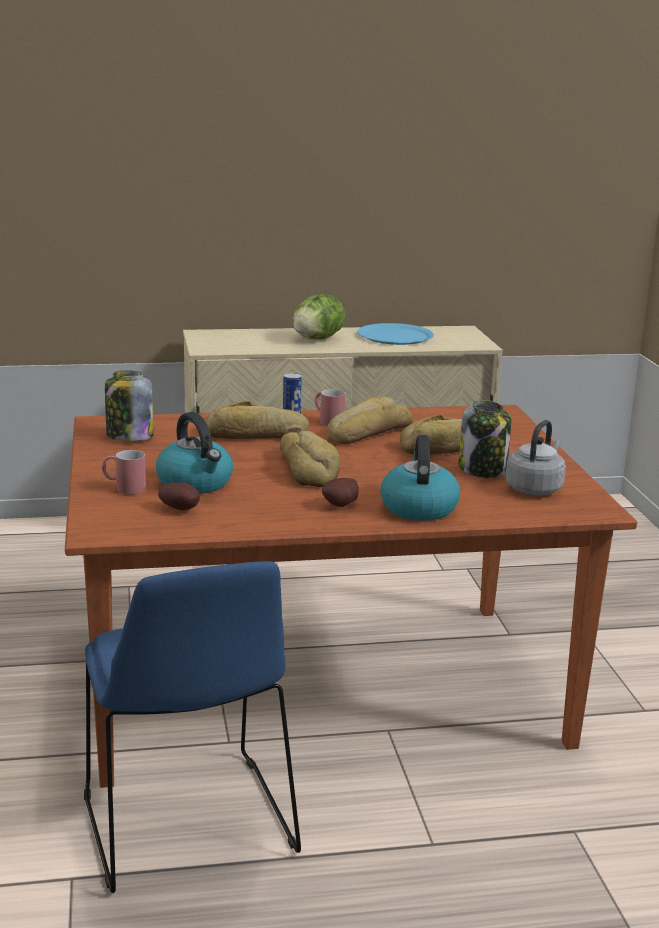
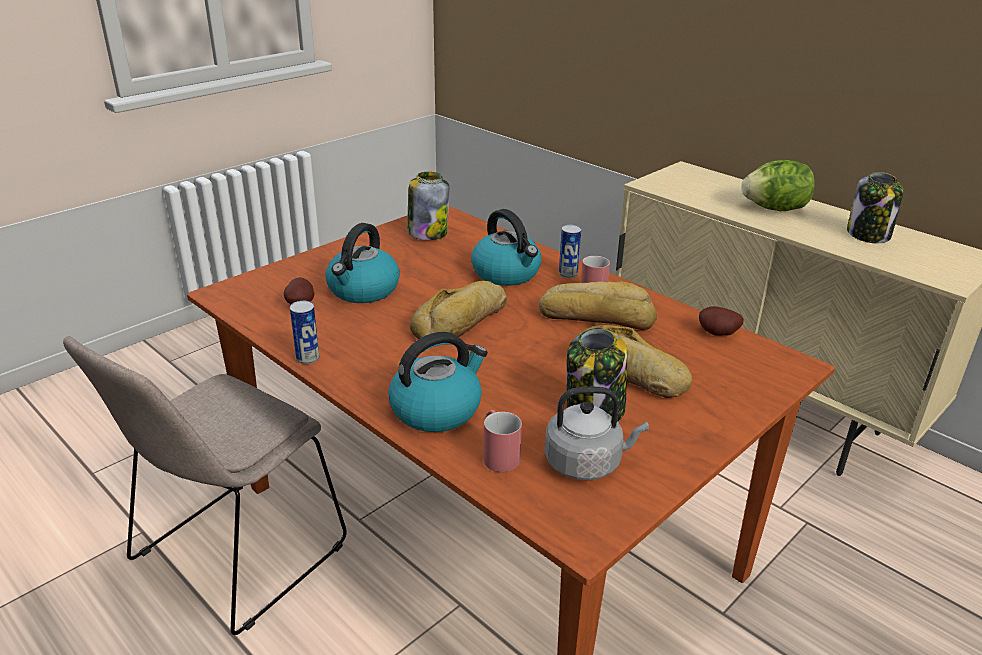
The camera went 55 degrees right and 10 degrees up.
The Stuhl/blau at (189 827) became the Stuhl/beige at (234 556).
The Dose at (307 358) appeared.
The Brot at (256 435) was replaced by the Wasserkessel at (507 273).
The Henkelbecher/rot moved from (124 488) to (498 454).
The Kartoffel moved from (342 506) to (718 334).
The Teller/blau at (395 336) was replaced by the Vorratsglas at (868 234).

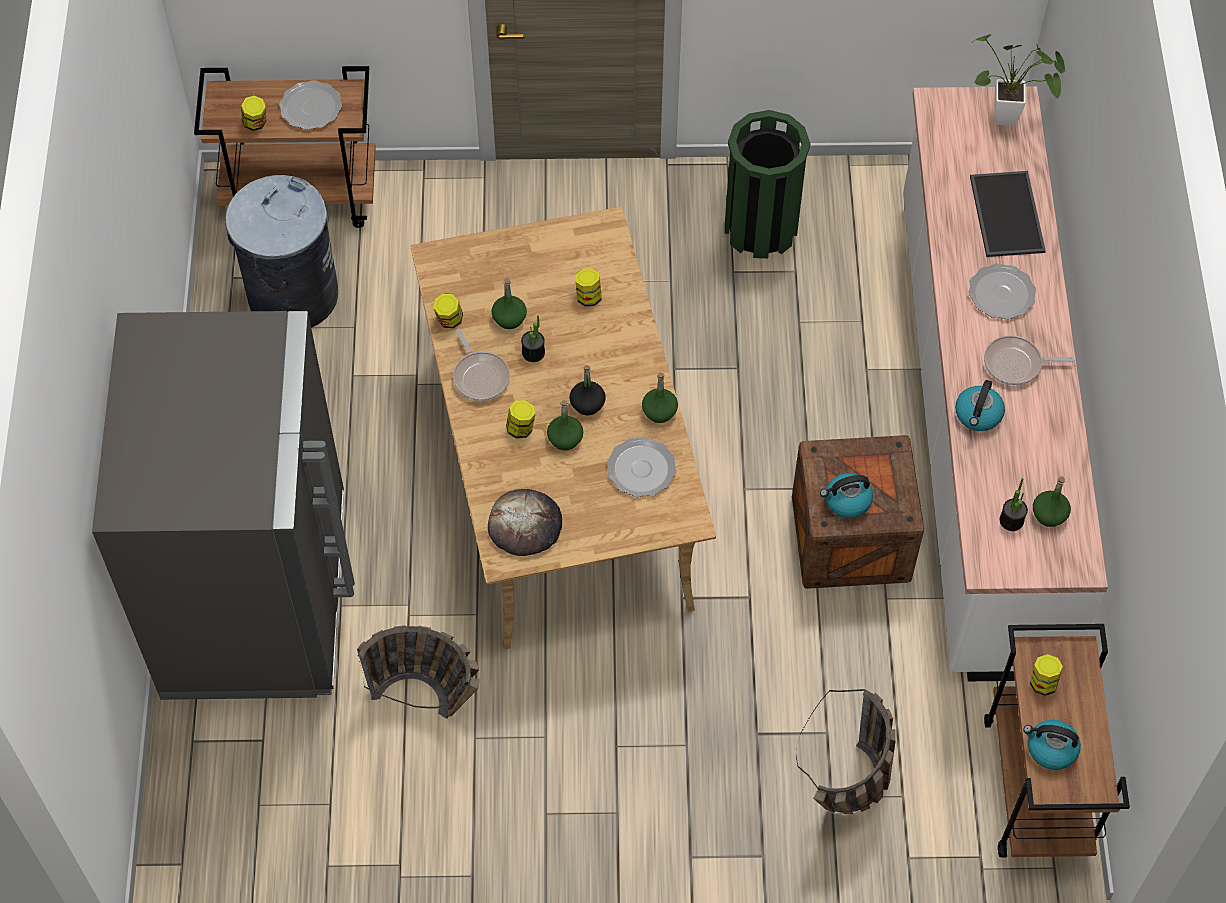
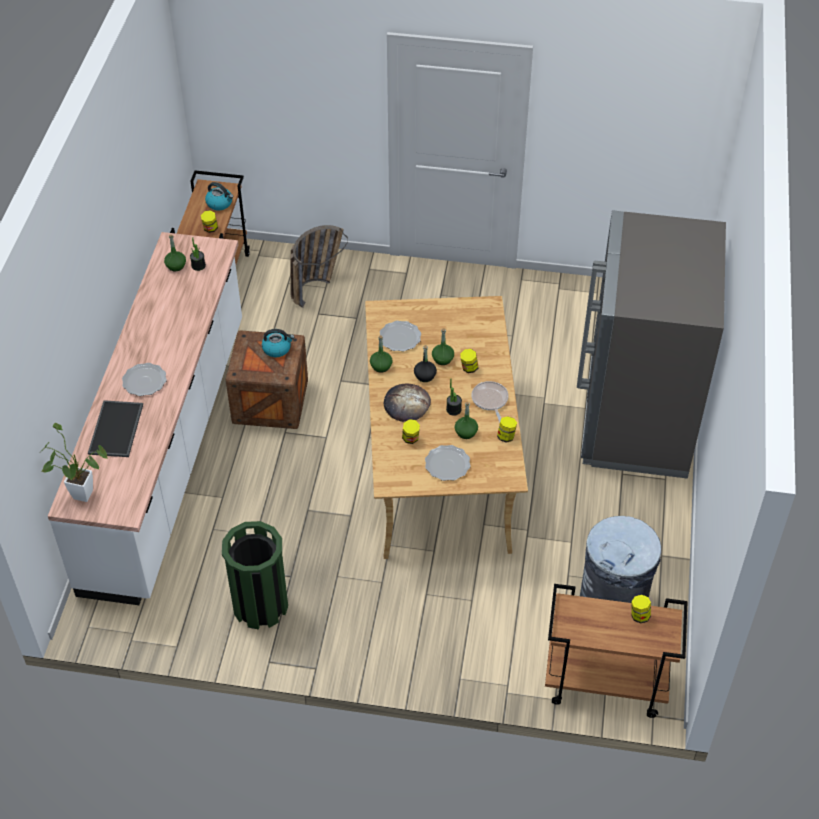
The camera went 170 degrees left and 10 degrees down.
The Brot moved from (525 525) to (406 404).
The Teller moved from (311 108) to (447 464).
The Korb at (430 701) disappeared.
The Wasserkessel at (978 415) disappeared.
The Pfanne at (1016 364) disappeared.

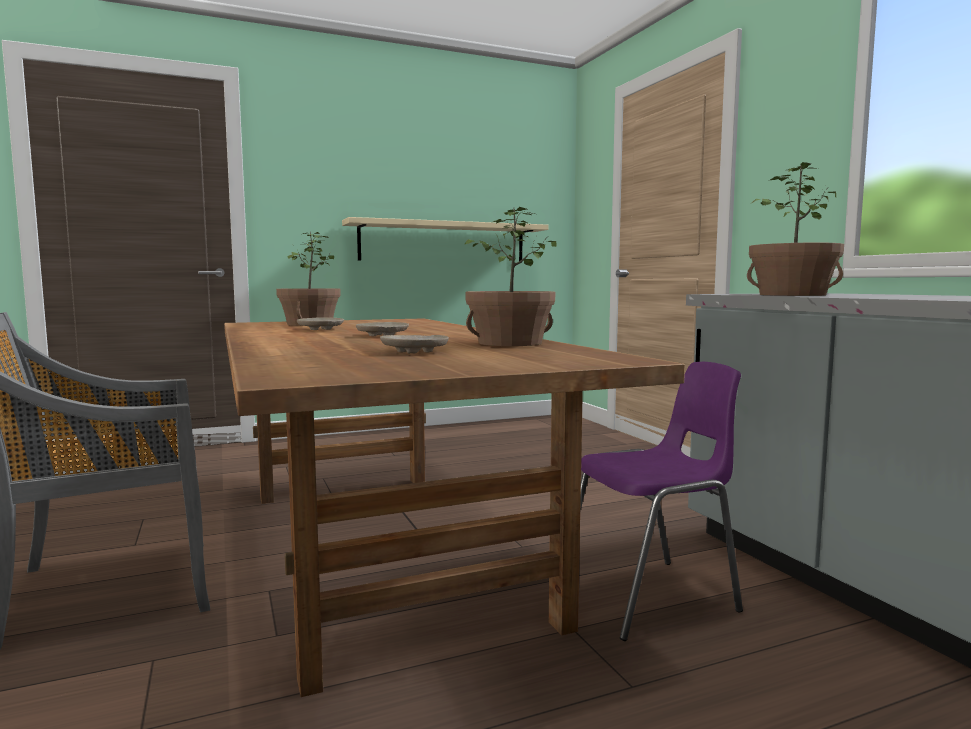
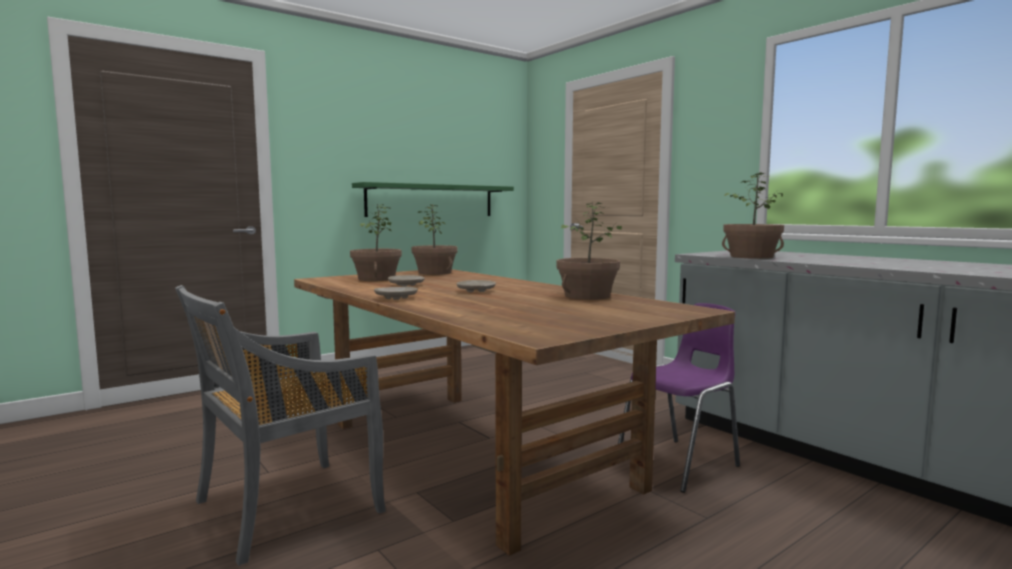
The camera went 15 degrees left and 0 degrees up.
The Wandregal/beige at (443 242) became the Wandregal/grün at (431 200).
The Teller/beige moved from (415 351) to (396 298).
The Topfpflanze at (435 273) appeared.

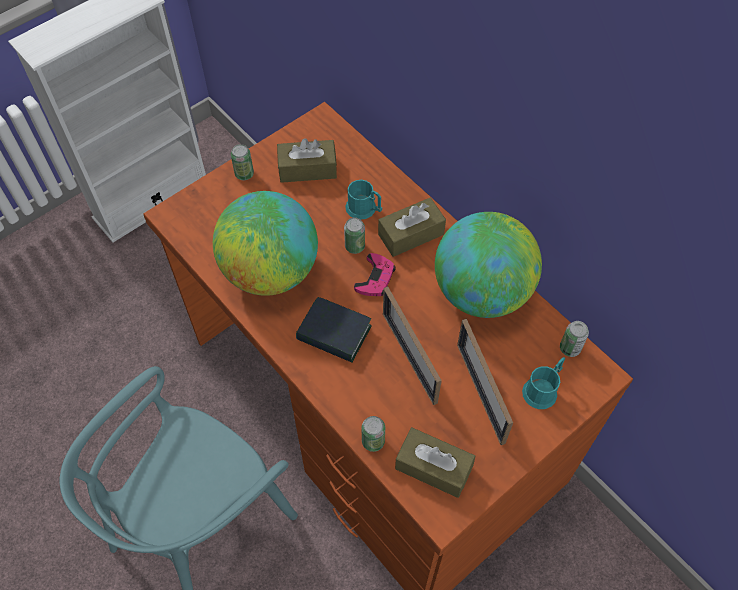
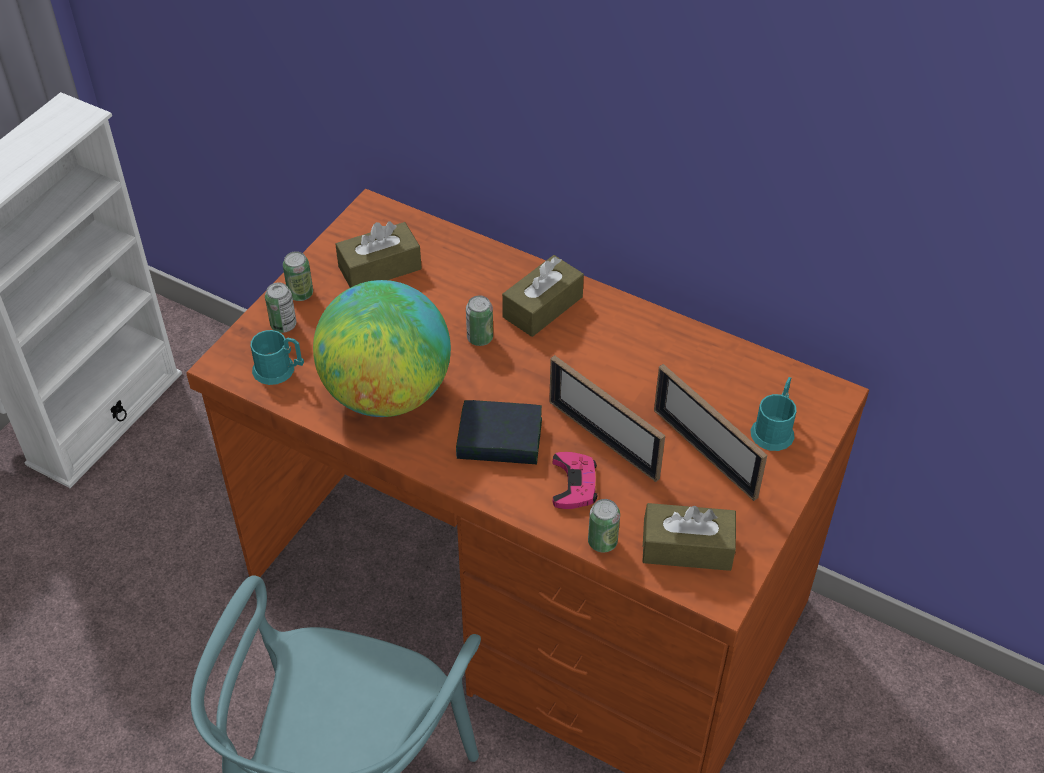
The camera went 20 degrees left and 10 degrees down.
The Henkelbecher/türkis moved from (364 209) to (279 370).
The Dose moved from (570 348) to (283 325).
The Gamepad/rosa moved from (375 278) to (574 484).
The Globus at (481 292) disappeared.

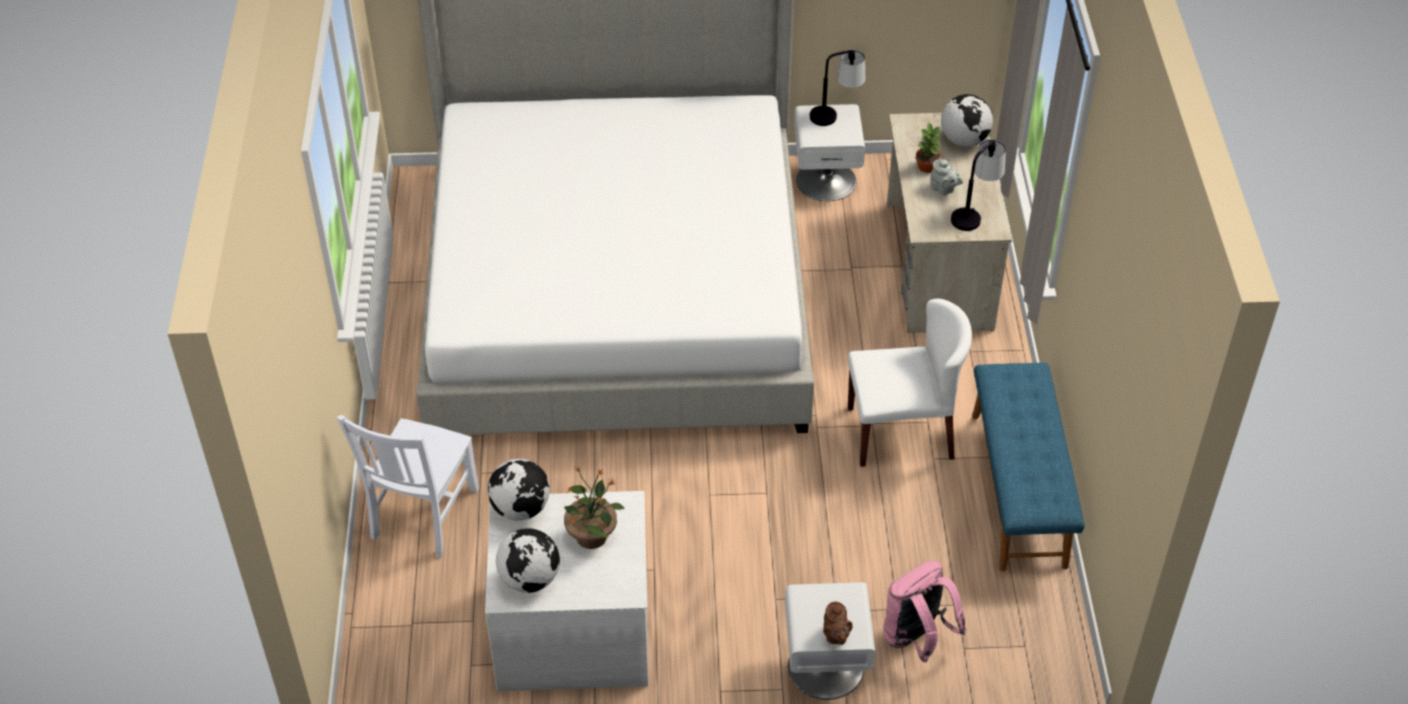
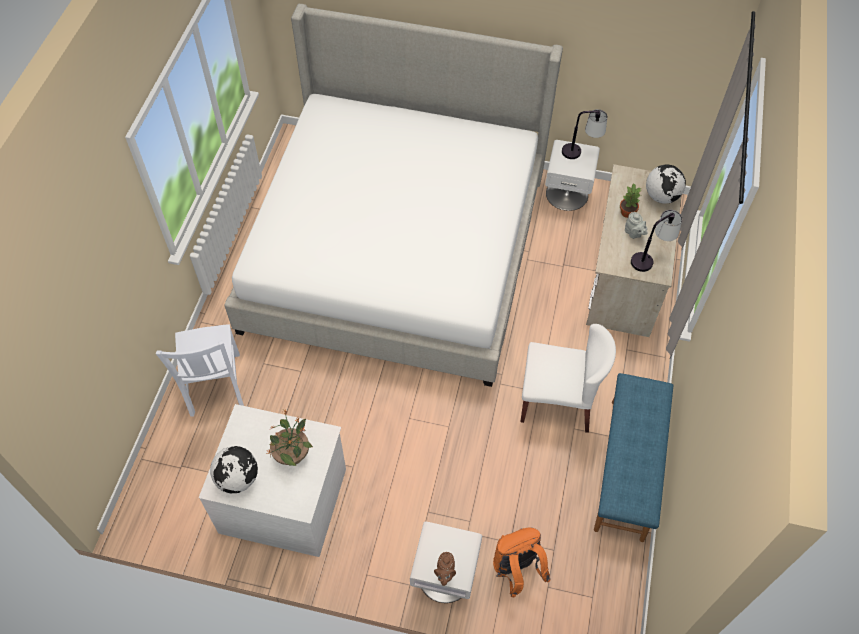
The camera went 15 degrees right and 10 degrees up.
The Stuhl/weiß at (422 516) turned 45 degrees counterclockwise.
The Rucksack/rosa at (916 639) became the Rucksack/orange at (516 570).
The Globus at (521 508) disappeared.

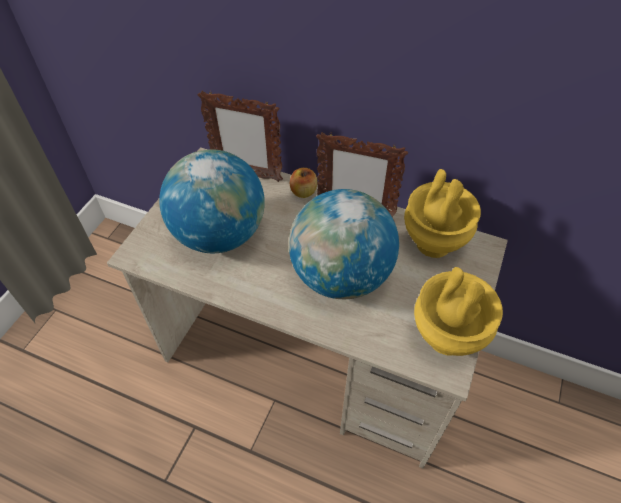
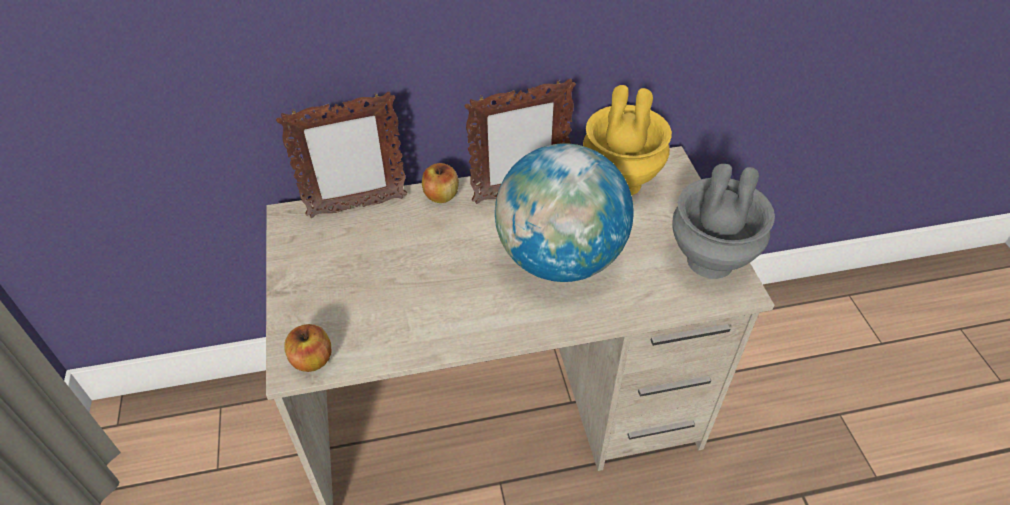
The camera went 35 degrees left and 5 degrees down.
The Apfel at (312 360) appeared.
The Vase/gelb at (445 337) became the Vase/grau at (708 261).
The Globus at (219 234) disappeared.

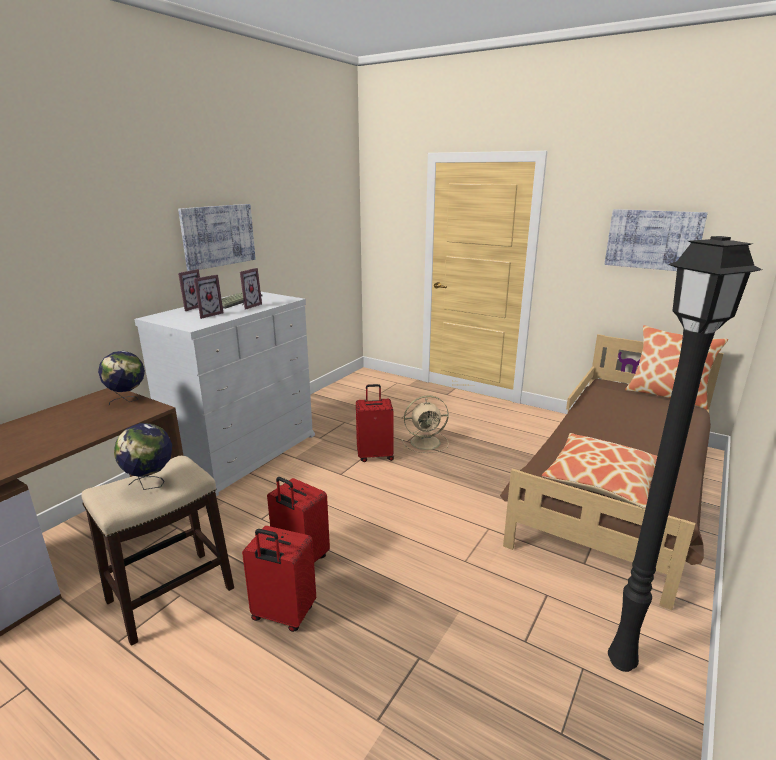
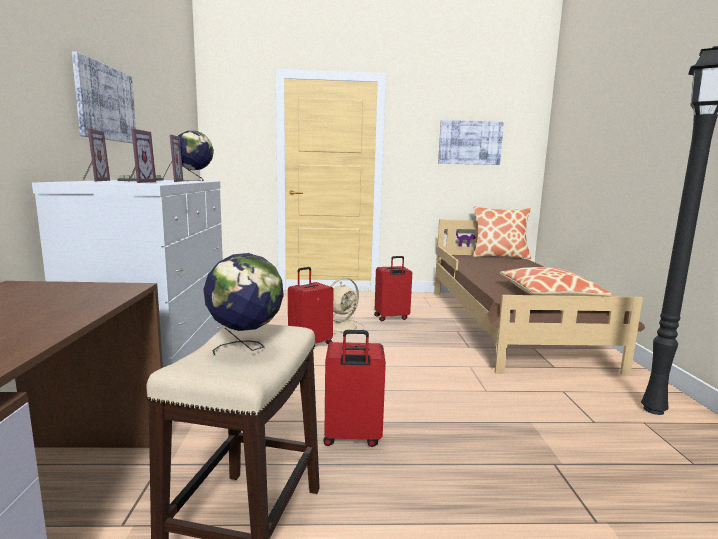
The camera went 35 degrees left and 10 degrees down.
The Globus moved from (128 400) to (195 180).
The Koffer/rot moved from (282 615) to (391 318).

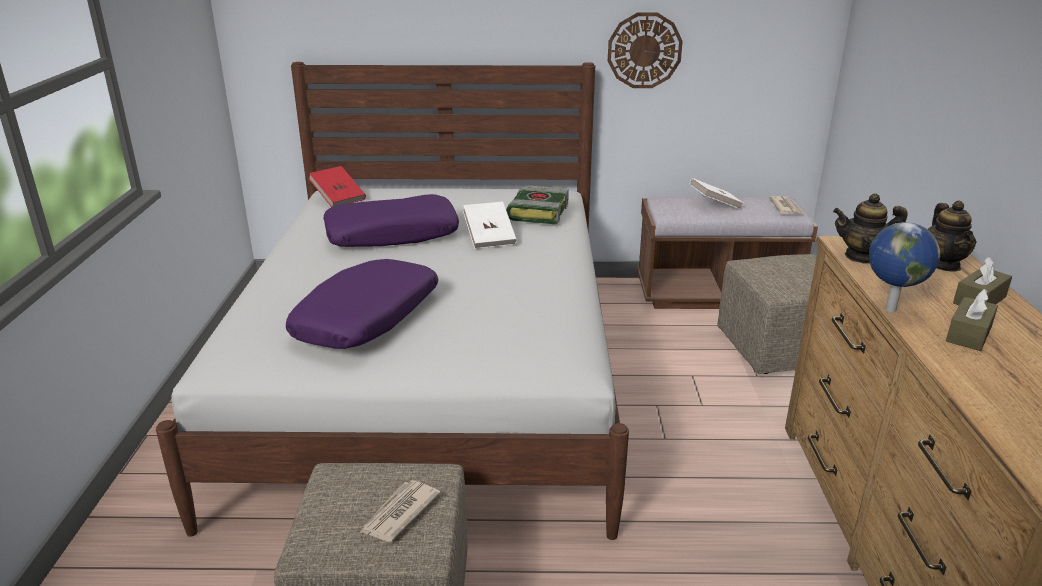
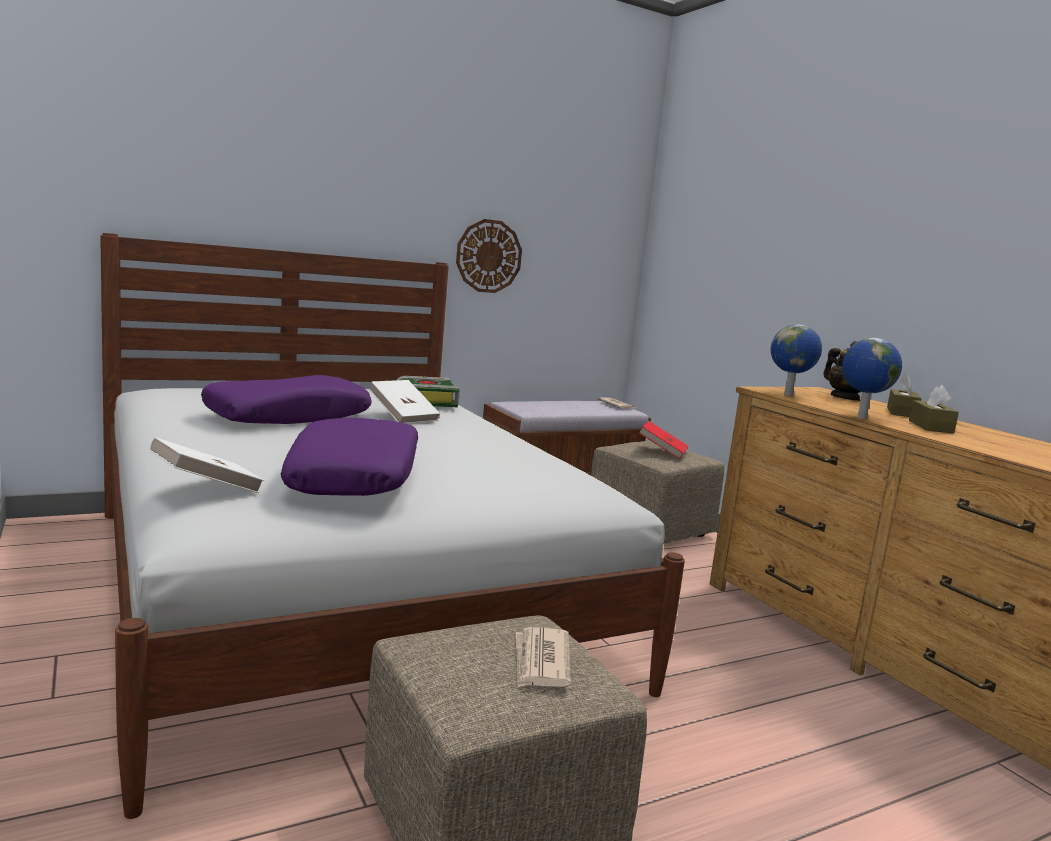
The camera went 30 degrees left and 15 degrees down.
The Buch/weiß moved from (714 205) to (206 489).
The Buch/rot moved from (338 198) to (662 452).
The Teekanne at (862 256) was replaced by the Globus at (789 395).

